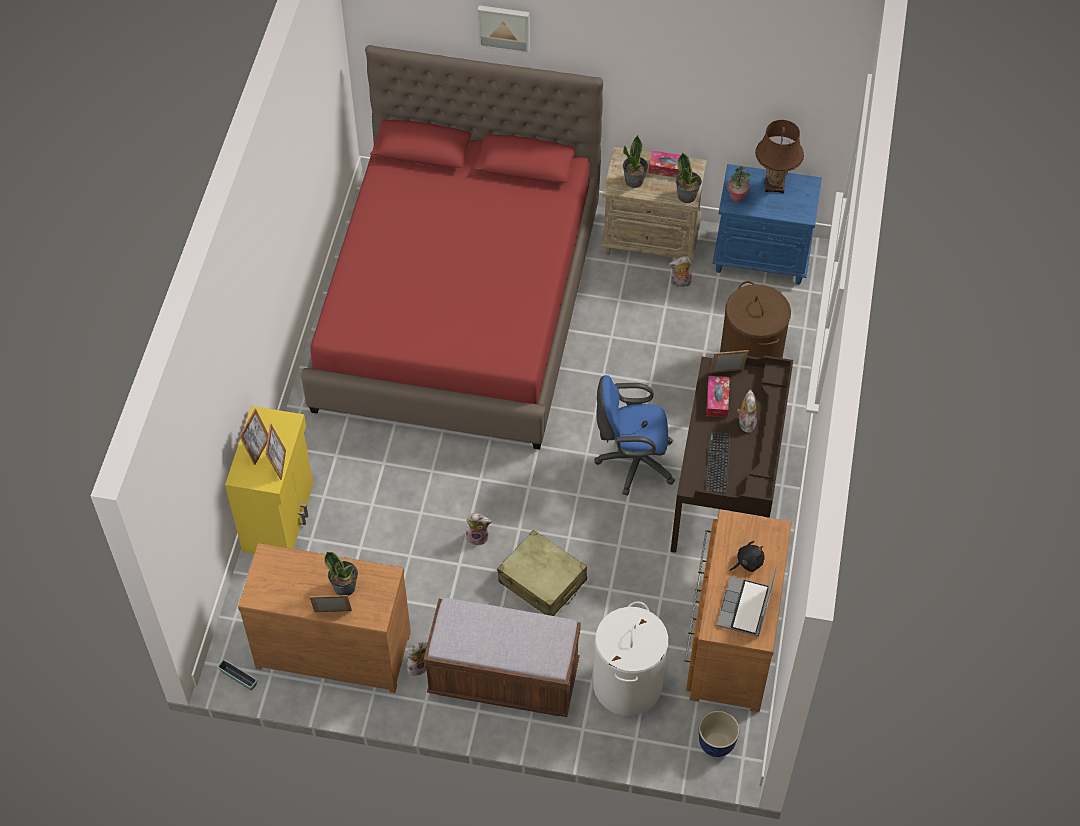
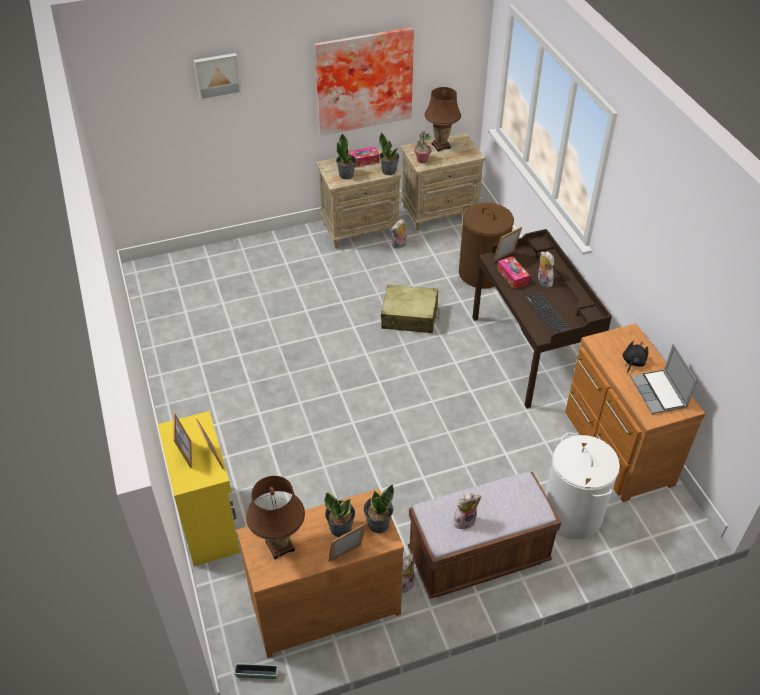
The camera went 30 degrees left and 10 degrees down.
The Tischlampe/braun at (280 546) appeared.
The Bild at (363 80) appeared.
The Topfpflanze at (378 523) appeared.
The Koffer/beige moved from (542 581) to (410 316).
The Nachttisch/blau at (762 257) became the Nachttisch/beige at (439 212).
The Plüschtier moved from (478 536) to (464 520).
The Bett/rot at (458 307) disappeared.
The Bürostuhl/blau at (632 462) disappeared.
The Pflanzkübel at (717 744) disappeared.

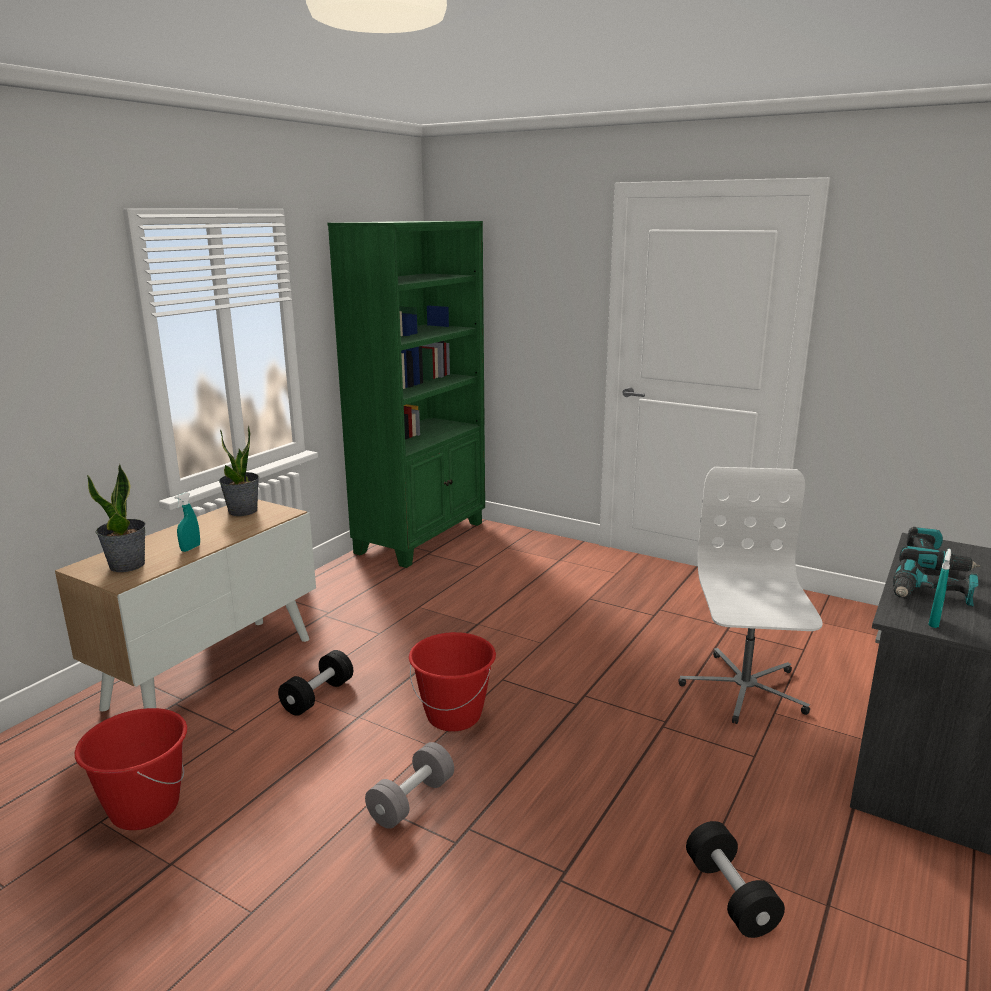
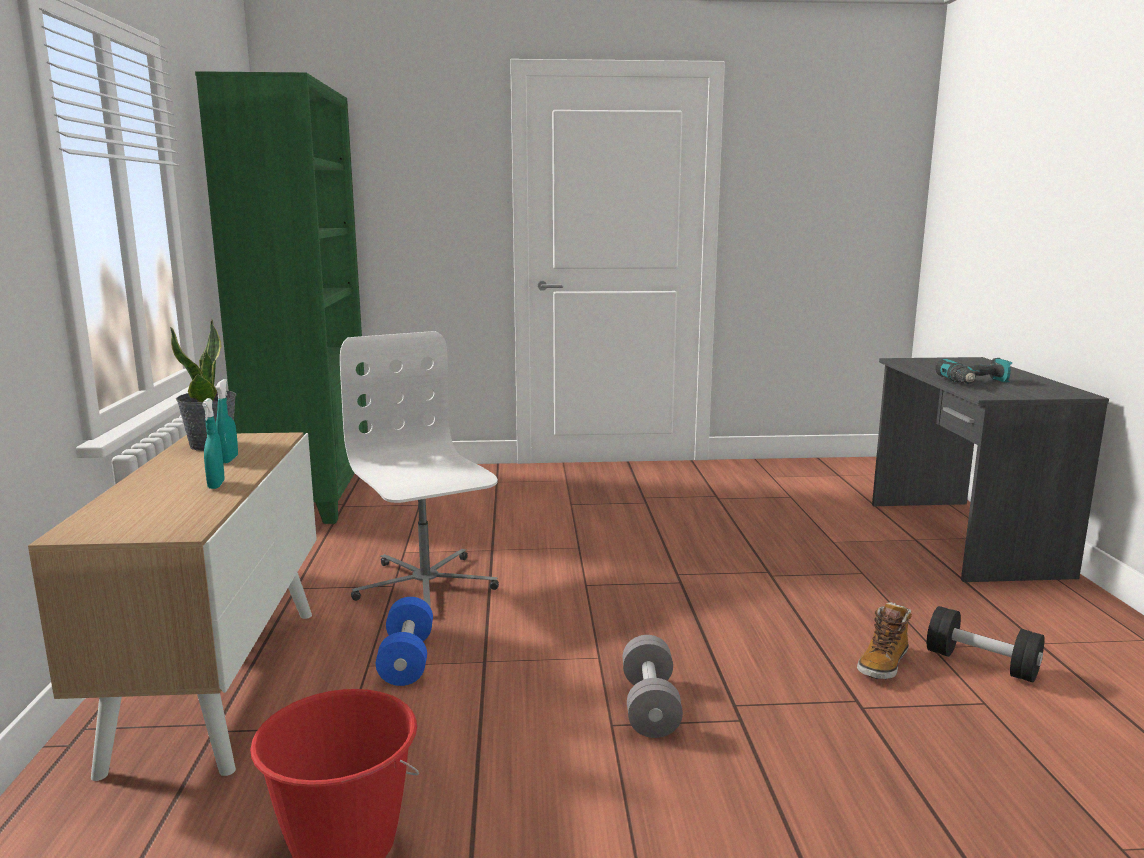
The camera went 35 degrees left and 5 degrees down.
The Sprühflasche/türkis moved from (934 622) to (229 459).
The Bürostuhl/weiß moved from (743 689) to (424 585).
The Hantel/schwarz at (318 696) became the Hantel/blau at (407 660).
The Stiefel at (883 664) appeared.
The Topfpflanze at (128 565) disappeared.
The Eimer/rot at (454 716) disappeared.
The Bohrmaschine at (932 562) disappeared.

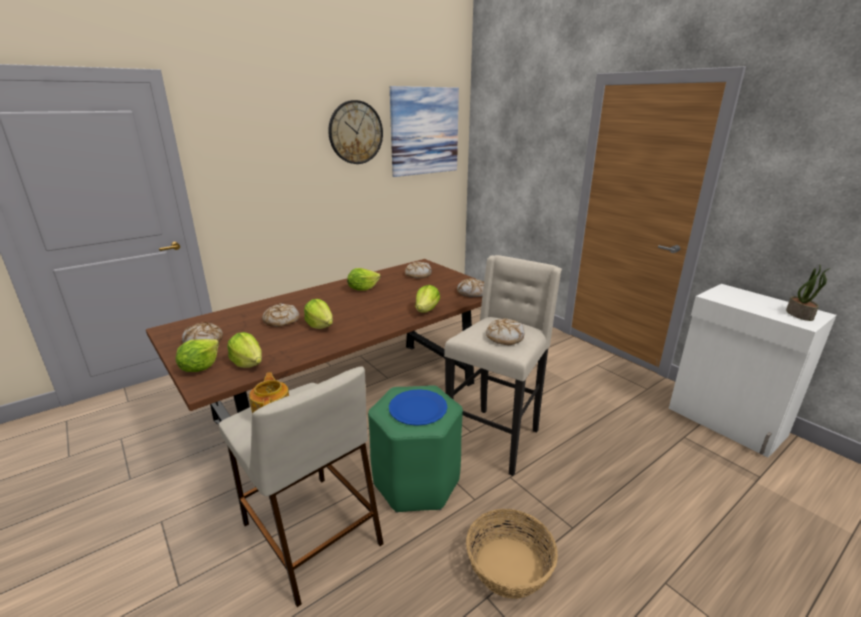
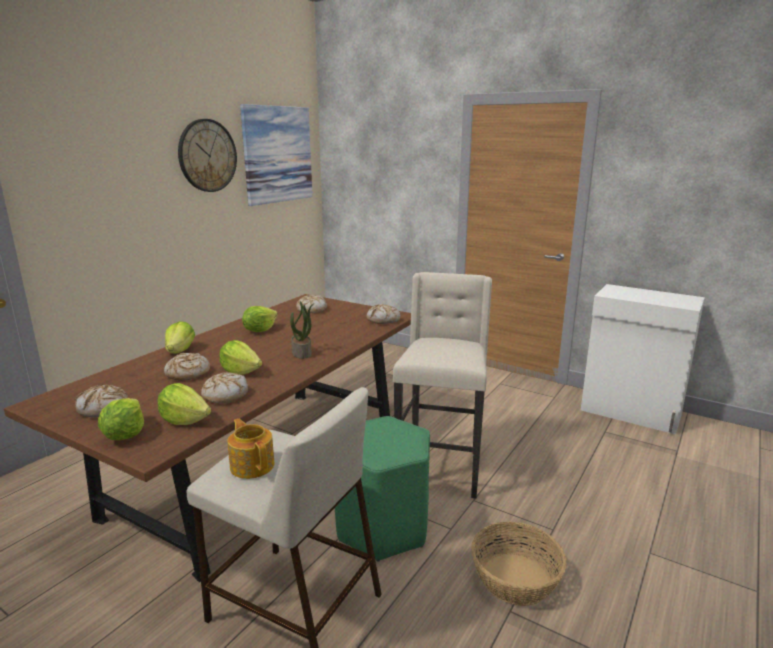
The camera went 20 degrees left and 5 degrees down.
The Salatkopf moved from (427 310) to (180 351).
The Brot moved from (504 337) to (225 395).
The Topfpflanze moved from (800 315) to (302 353).
The Teller/blau at (417 408) disappeared.

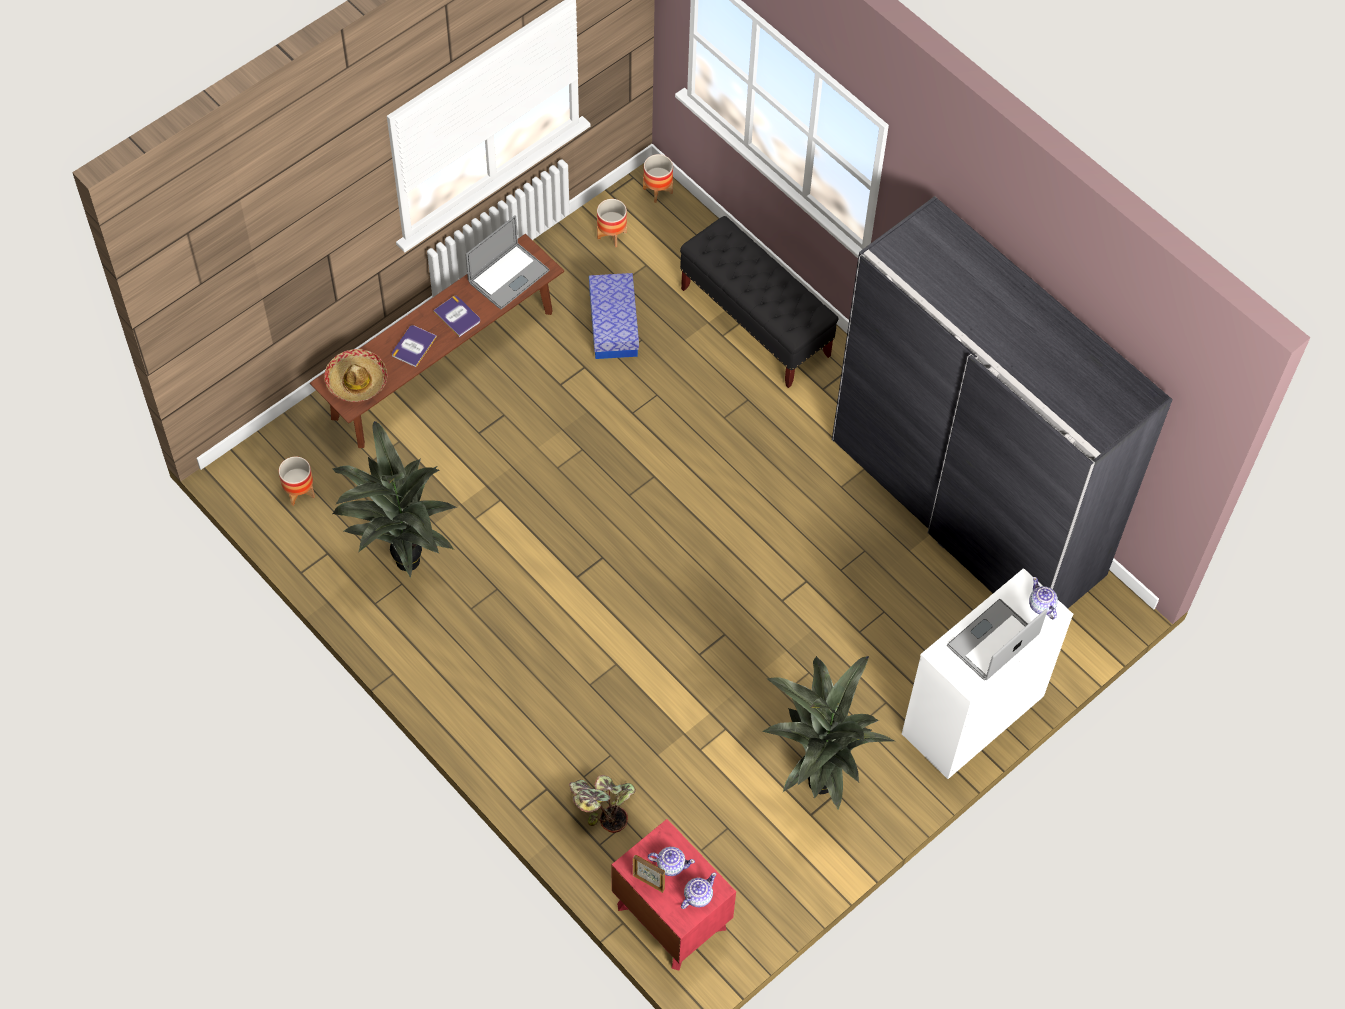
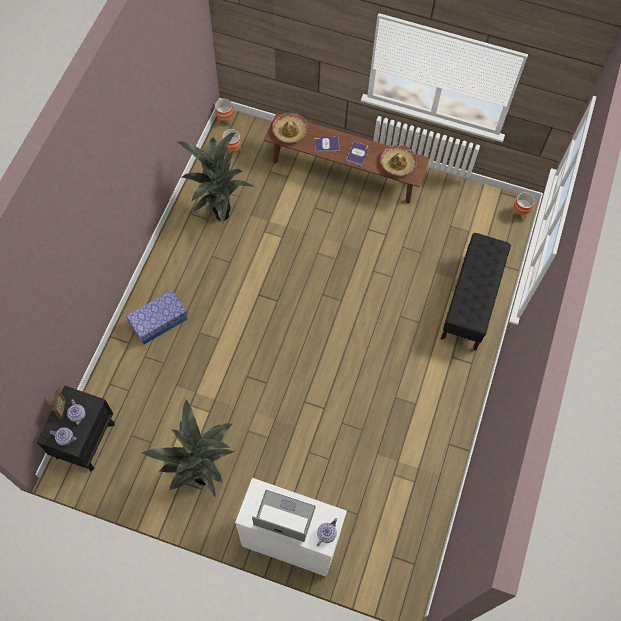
The camera went 60 degrees right and 5 degrees up.
The Nachttisch/rot at (670 916) became the Nachttisch/schwarz at (85 439).
The Aufbewahrungsbox moved from (613 325) to (159 321).
The Pflanzkübel moved from (612 235) to (225 120).
The Laptop at (508 276) was replaced by the Hut at (398 163).
The Topfpflanze at (602 806) disappeared.
The Kleiderschrank/grau at (967 508) disappeared.

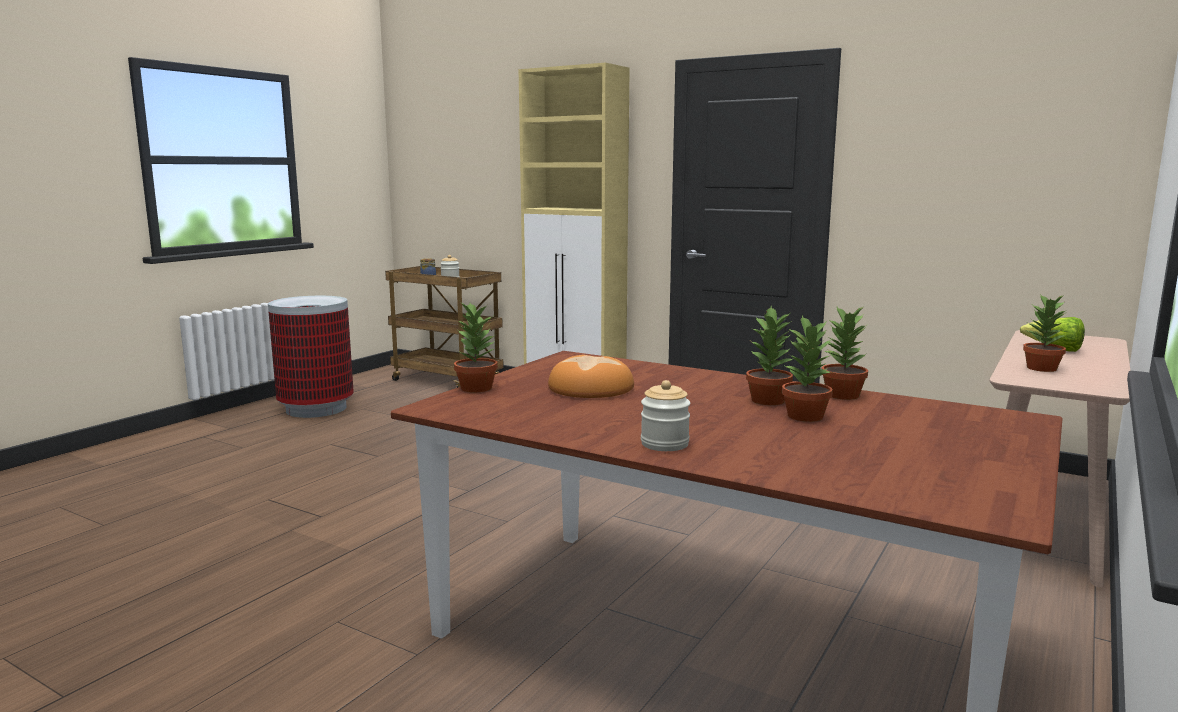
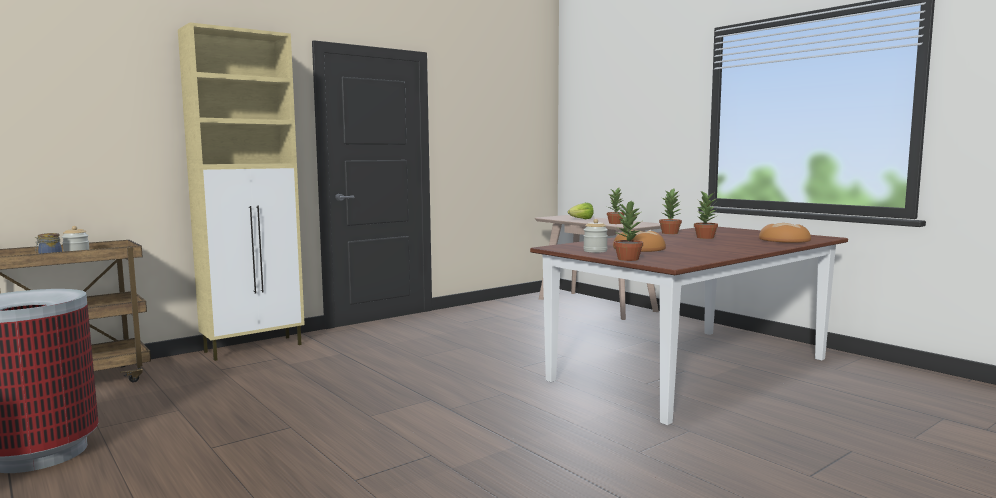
The camera went 70 degrees left and 5 degrees down.
The Vorratsglas moved from (664 444) to (595 251).
The Brot at (783 240) appeared.
The Topfpflanze at (769 400) disappeared.

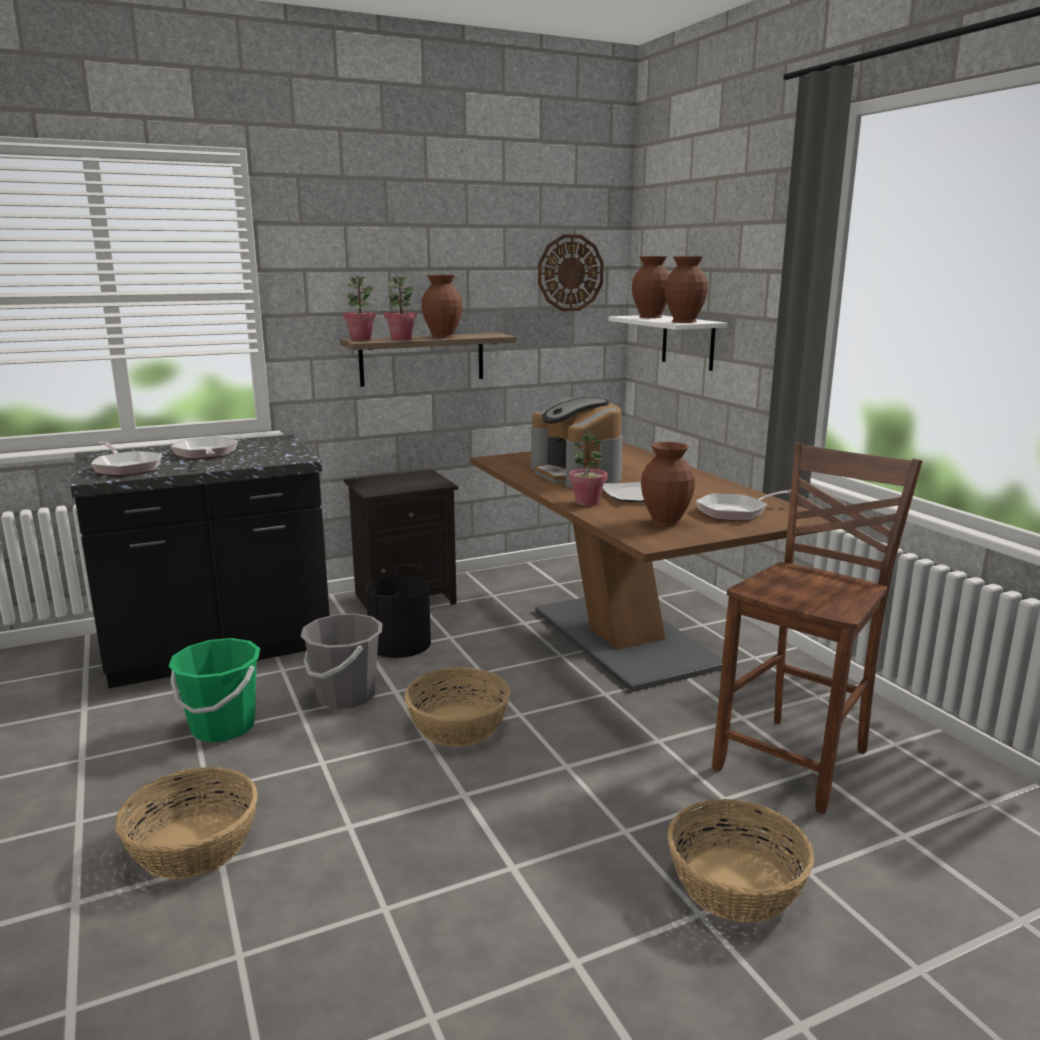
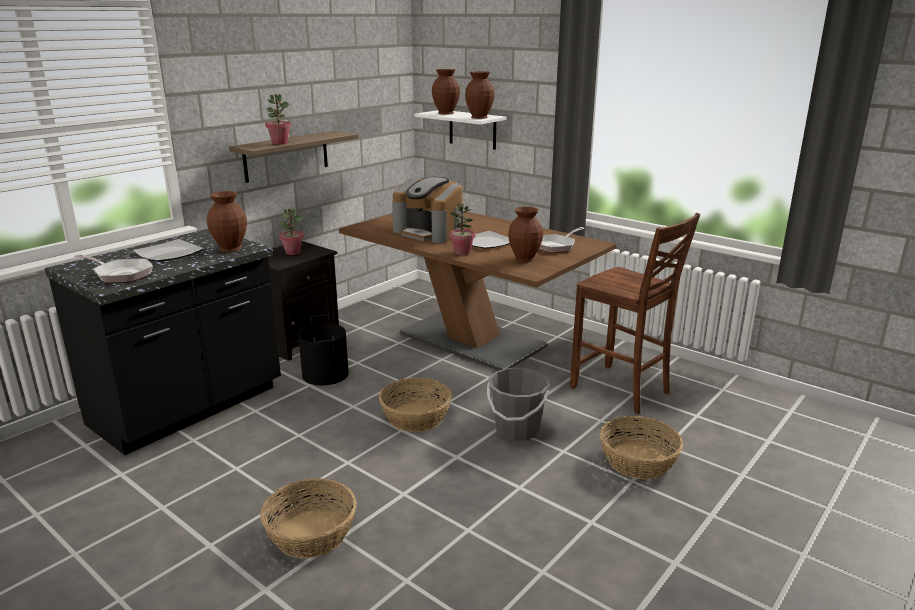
The camera went 25 degrees left and 5 degrees up.
The Pfanne at (206 454) was replaced by the Teller at (169 254).
The Vase/braun moved from (442 337) to (229 248).
The Topfpflanze moved from (361 339) to (293 252).
The Eimer/grau moved from (346 696) to (517 430).
The Stuhl/braun at (797 760) turned 120 degrees clockwise.
The Eimer/grün at (223 727) disappeared.
The Wanduhr at (570 273) disappeared.

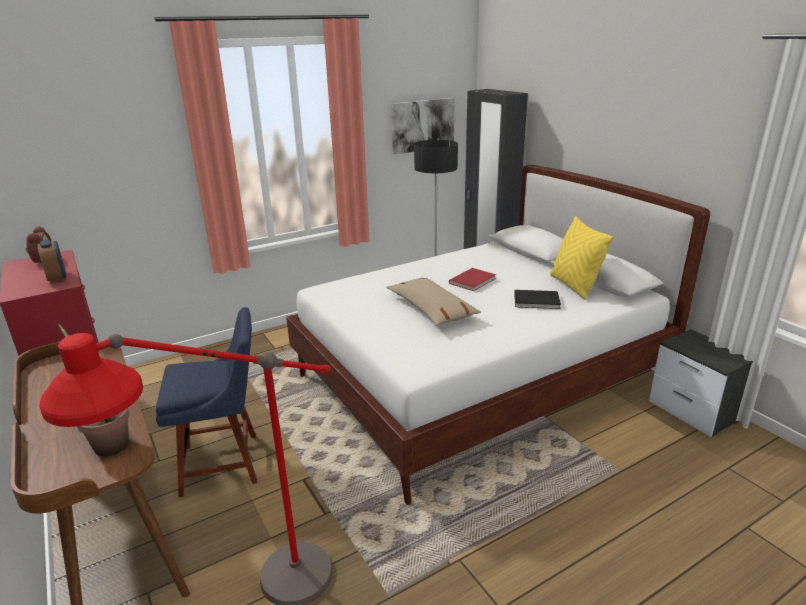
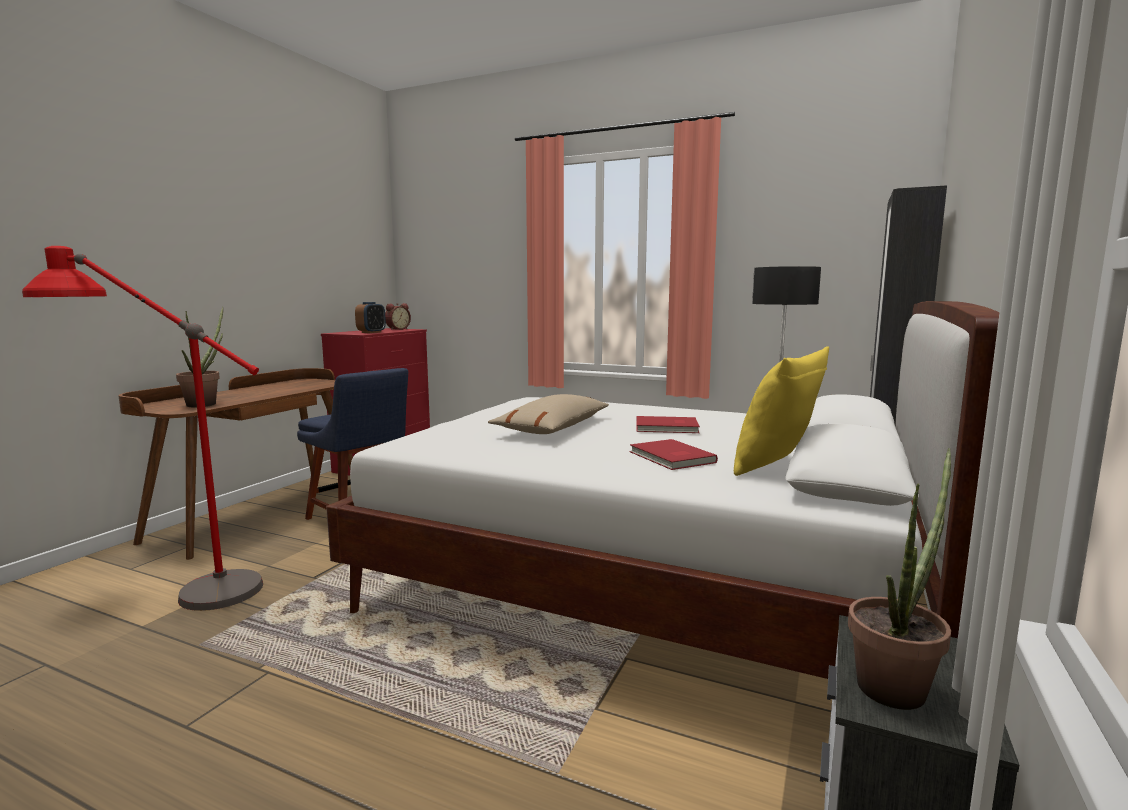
The camera went 55 degrees right and 15 degrees down.
The Buch/schwarz at (537 301) became the Buch/rot at (670 457).
The Topfpflanze at (896 683) appeared.
The Bild at (422 125) disappeared.

